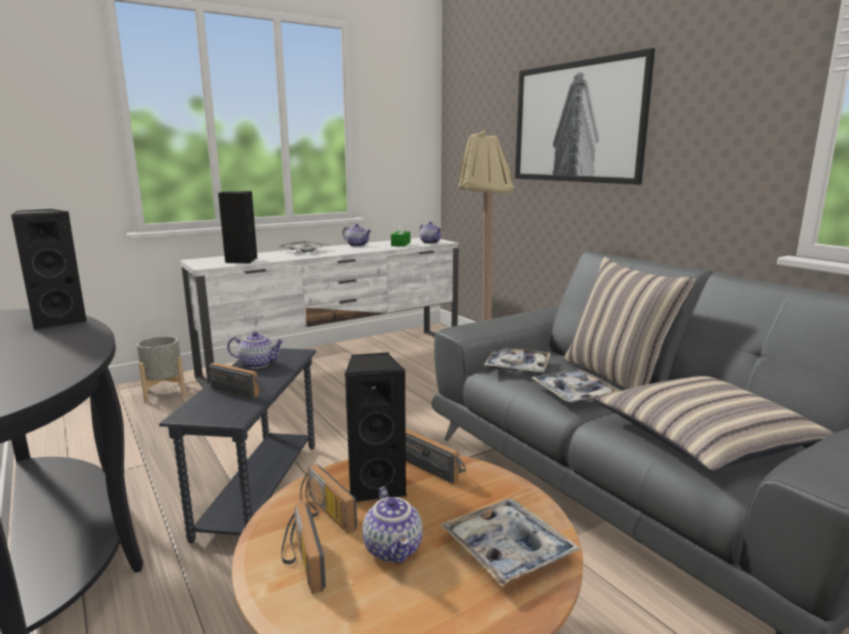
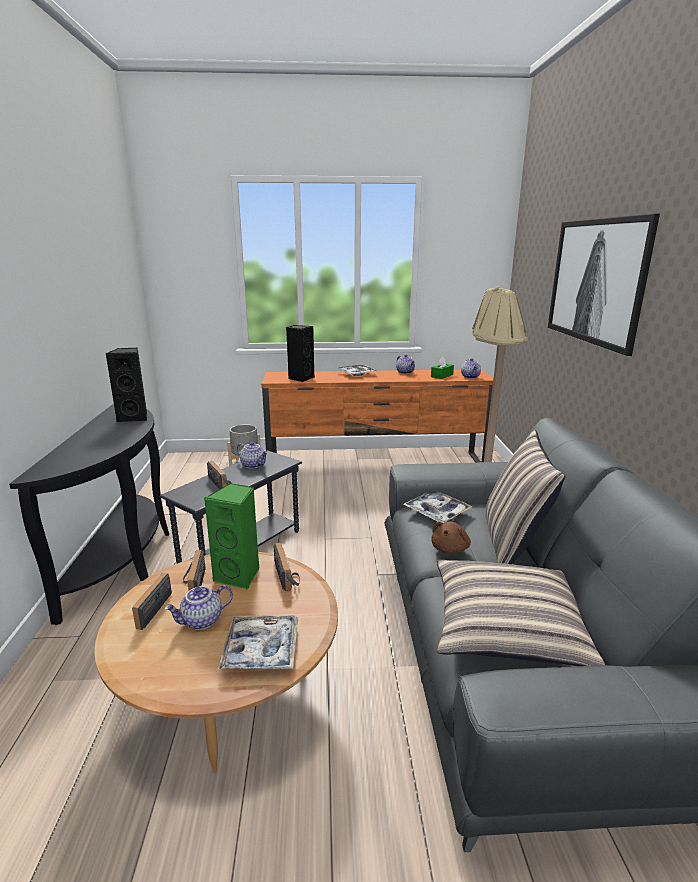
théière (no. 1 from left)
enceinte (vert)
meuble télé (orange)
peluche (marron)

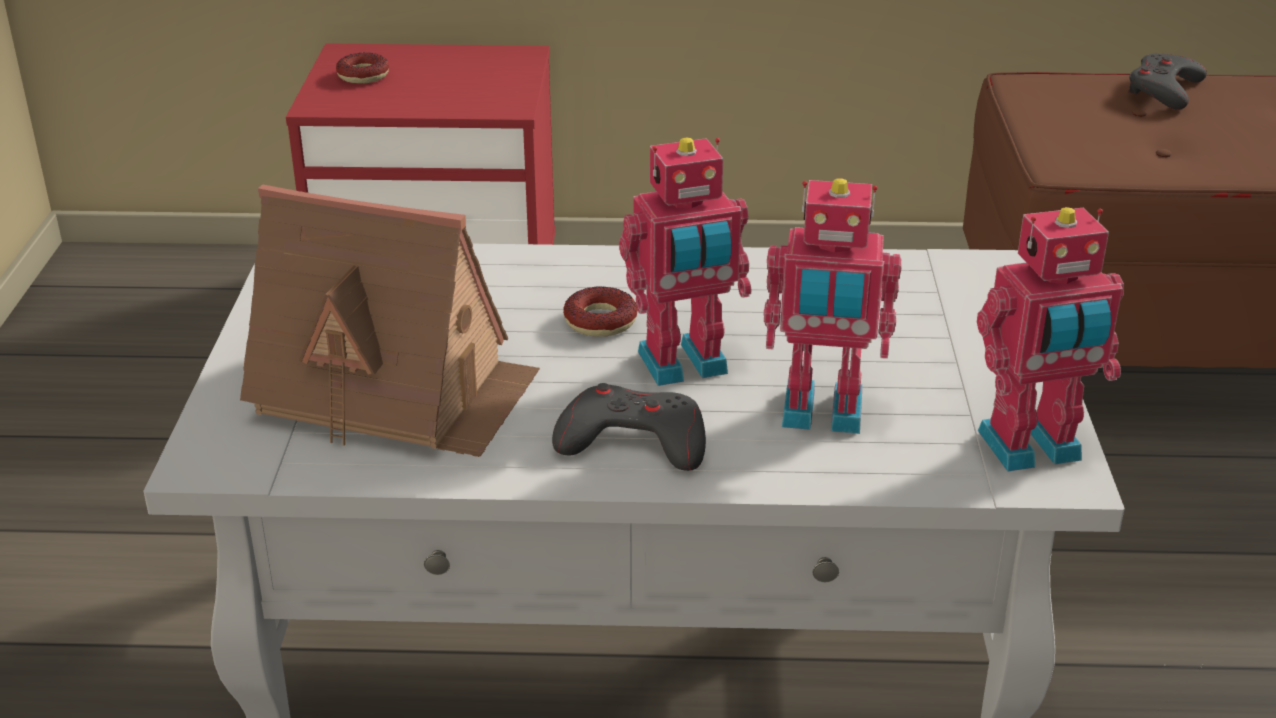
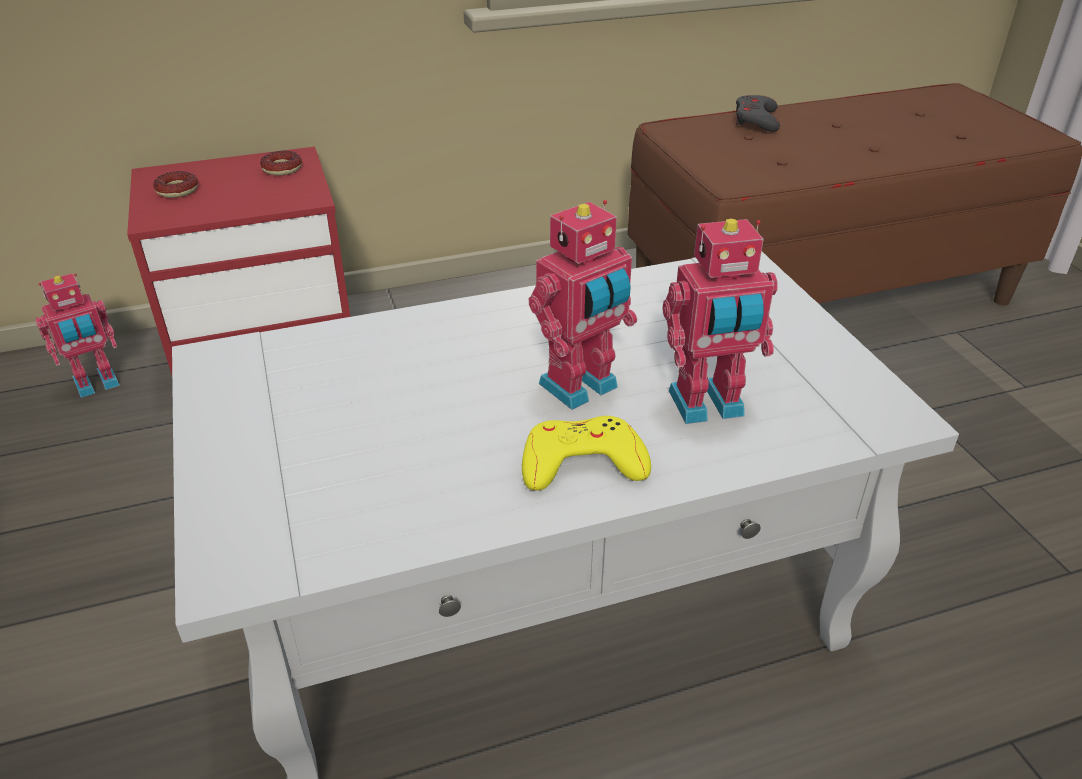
robot jouet (no. 1 from left)
beignet (no. 2 from left)
manette (jaune)
maison miniature

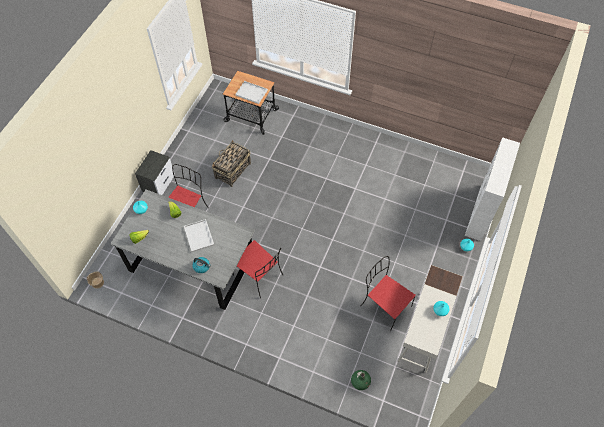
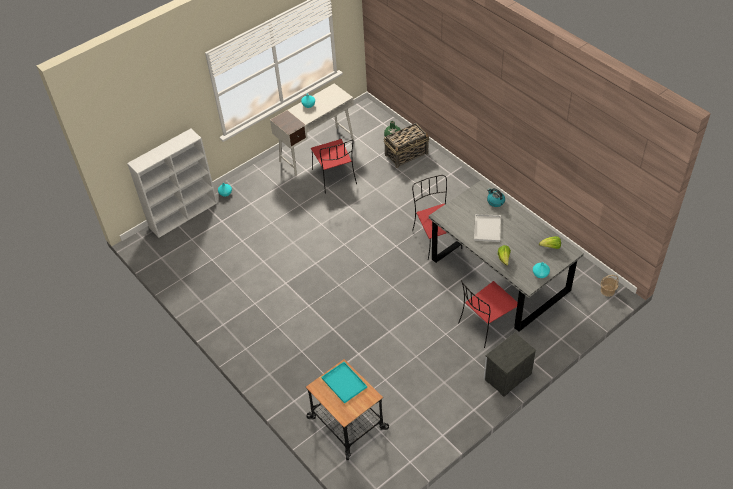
plateau (turquoise)
panier (no. 1 from left)

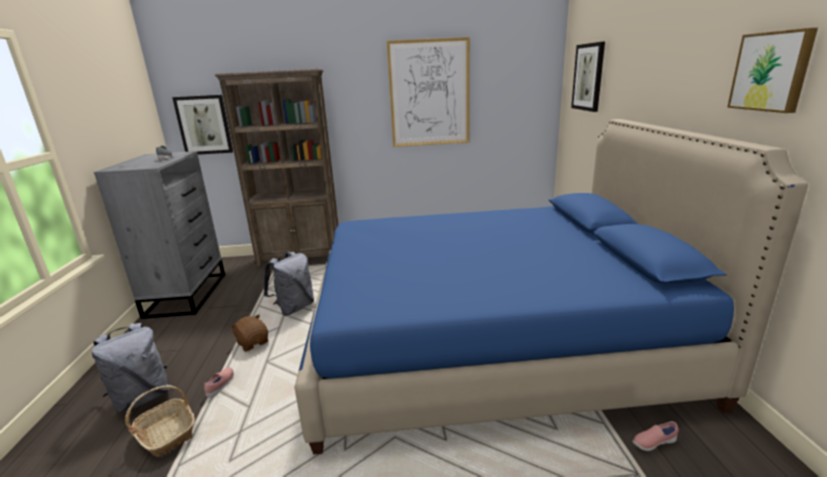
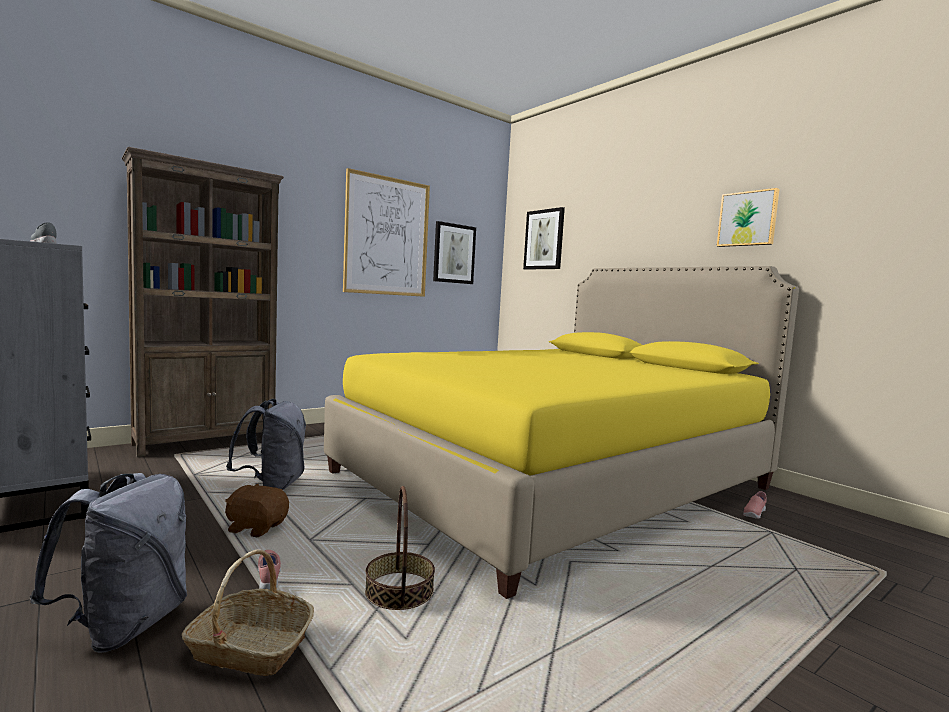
lit (jaune)
panier (no. 2 from left)
tableau (no. 2 from left)

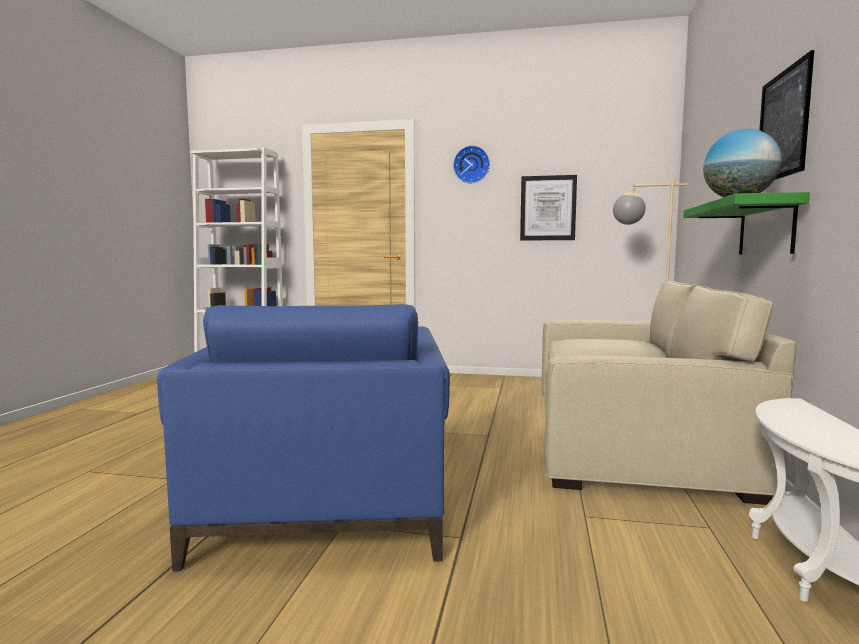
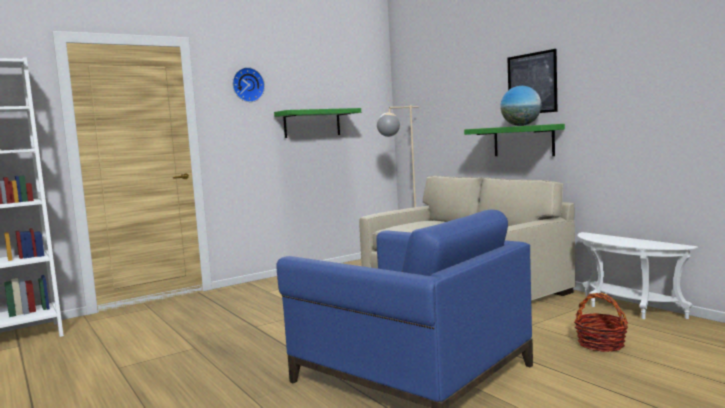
étagère (vert) (no. 1 from left)
panier

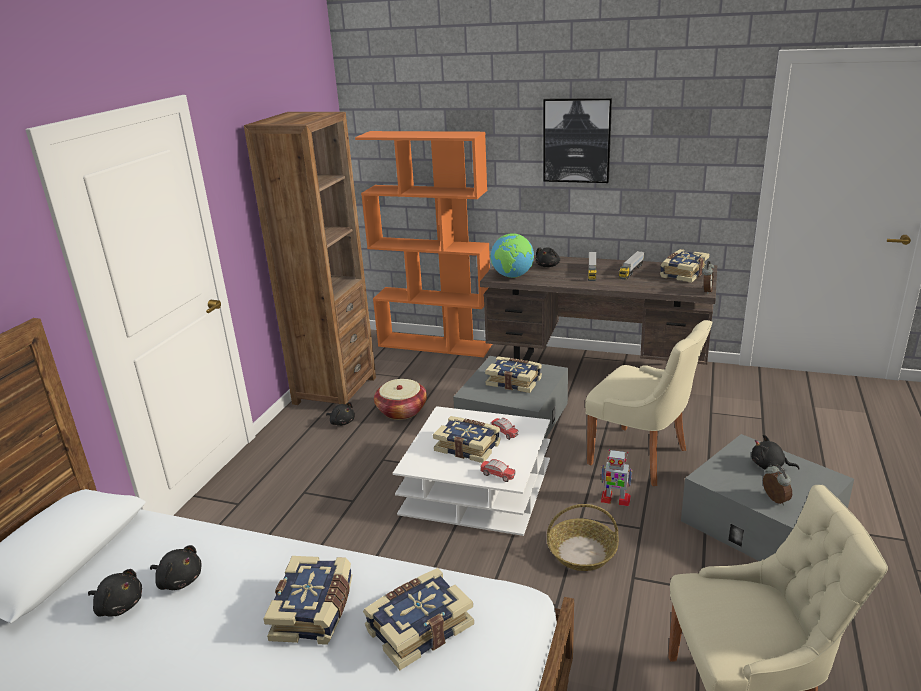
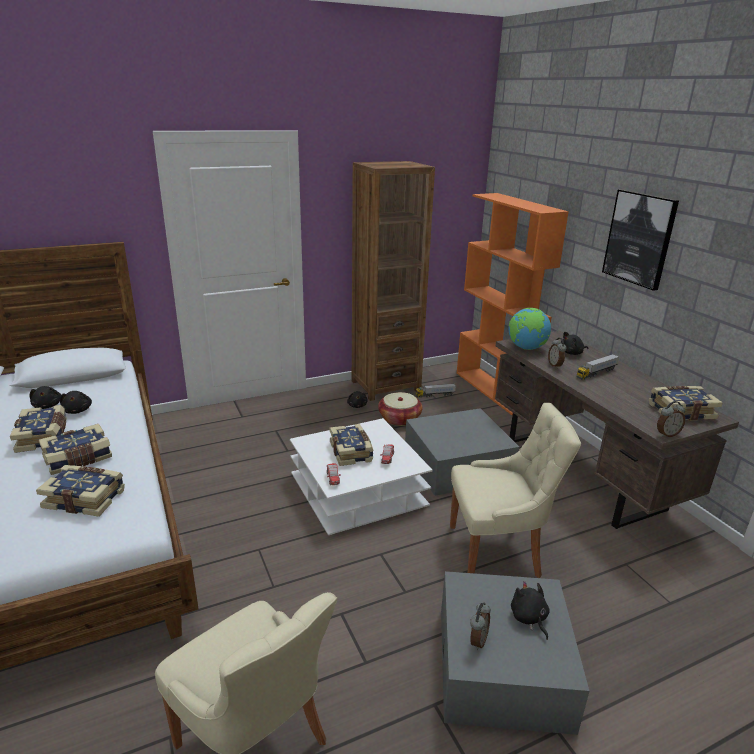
livre (no. 1 from left)
camion jouet (no. 1 from left)
chaise (beige) (no. 2 from left)
réveil (no. 2 from left)
panier (no. 2 from left in the first image)
robot jouet

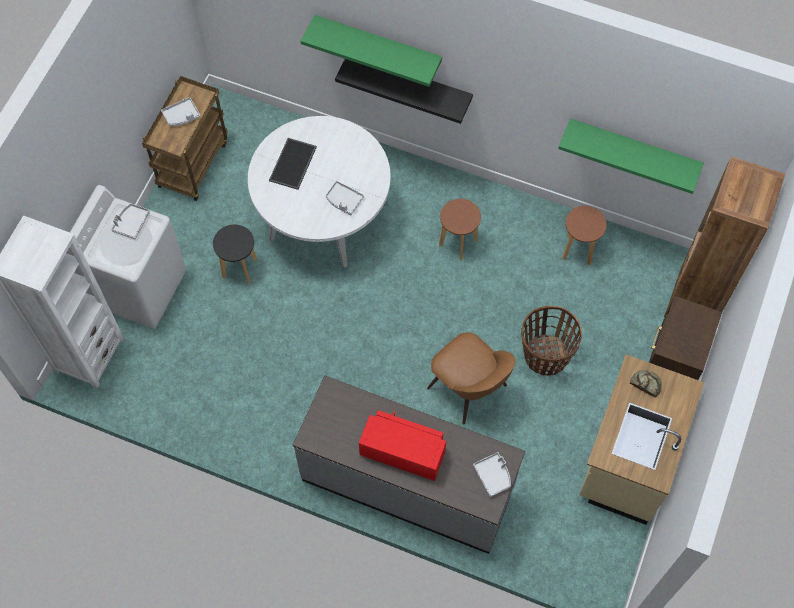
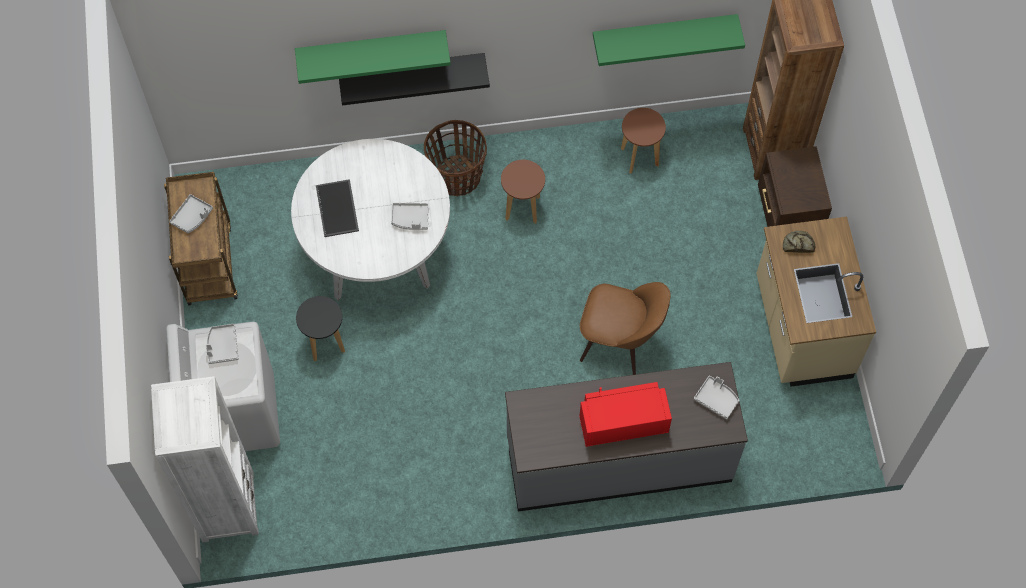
panier

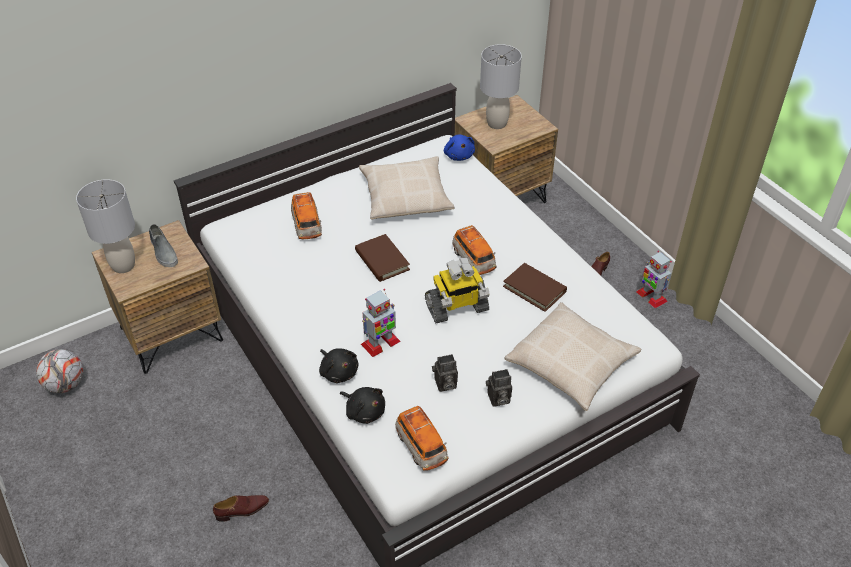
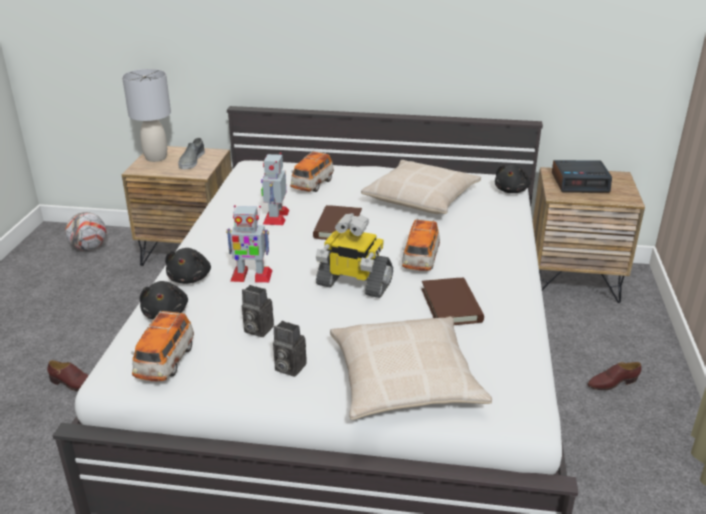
robot jouet (no. 2 from left)
peluche (noir) (no. 3 from left)
réveil

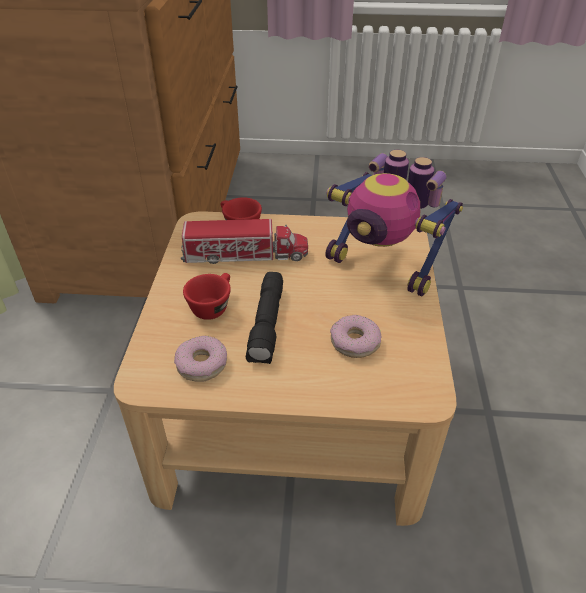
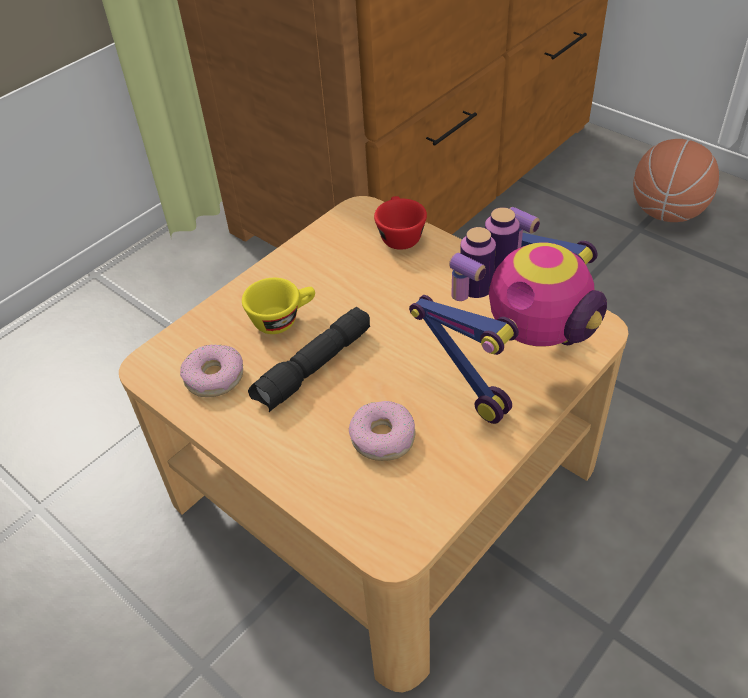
tasse (jaune)
robot jouet
ballon de basket
camion jouet

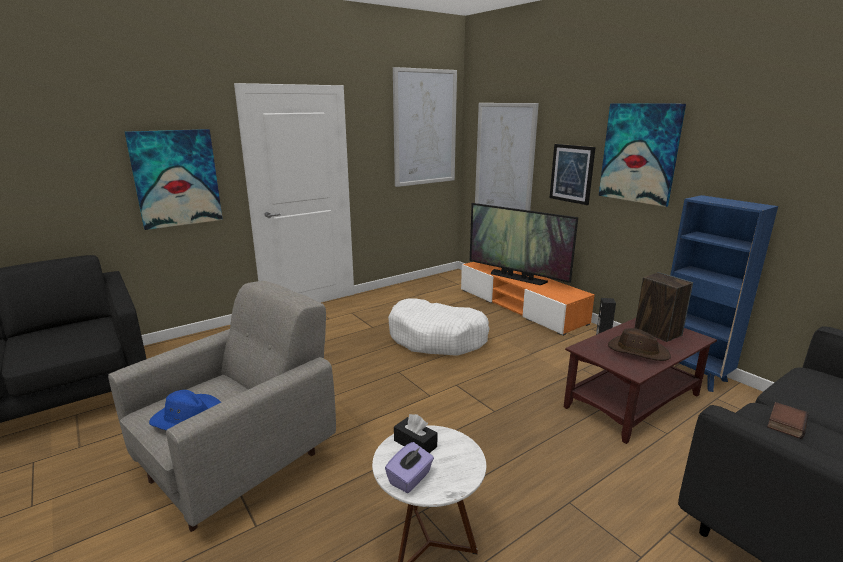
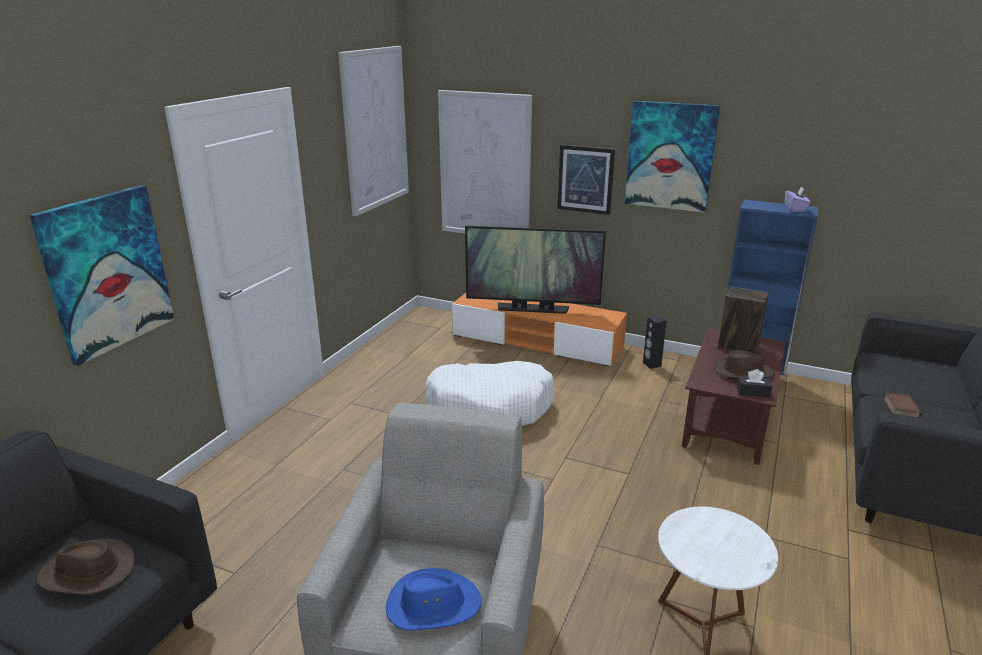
chapeau (marron) (no. 1 from left)
boîte à mouchoirs (noir)
boîte à mouchoirs (violet)

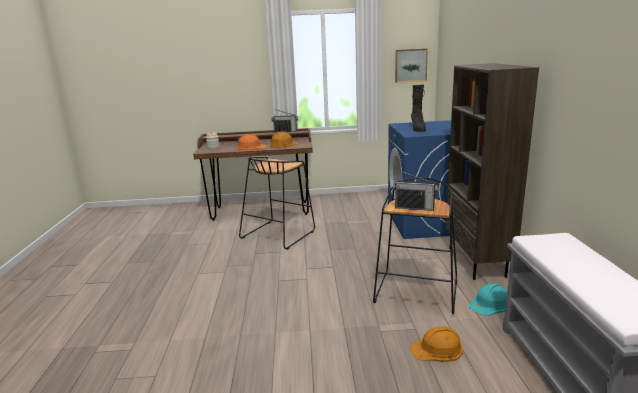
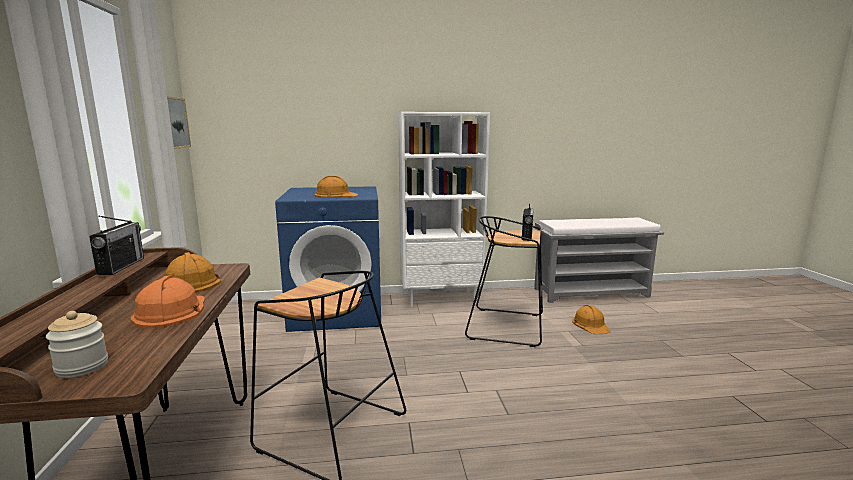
casque de chantier (orange) (no. 3 from left)
bibliothèque (blanc)
casque de chantier (turquoise)

